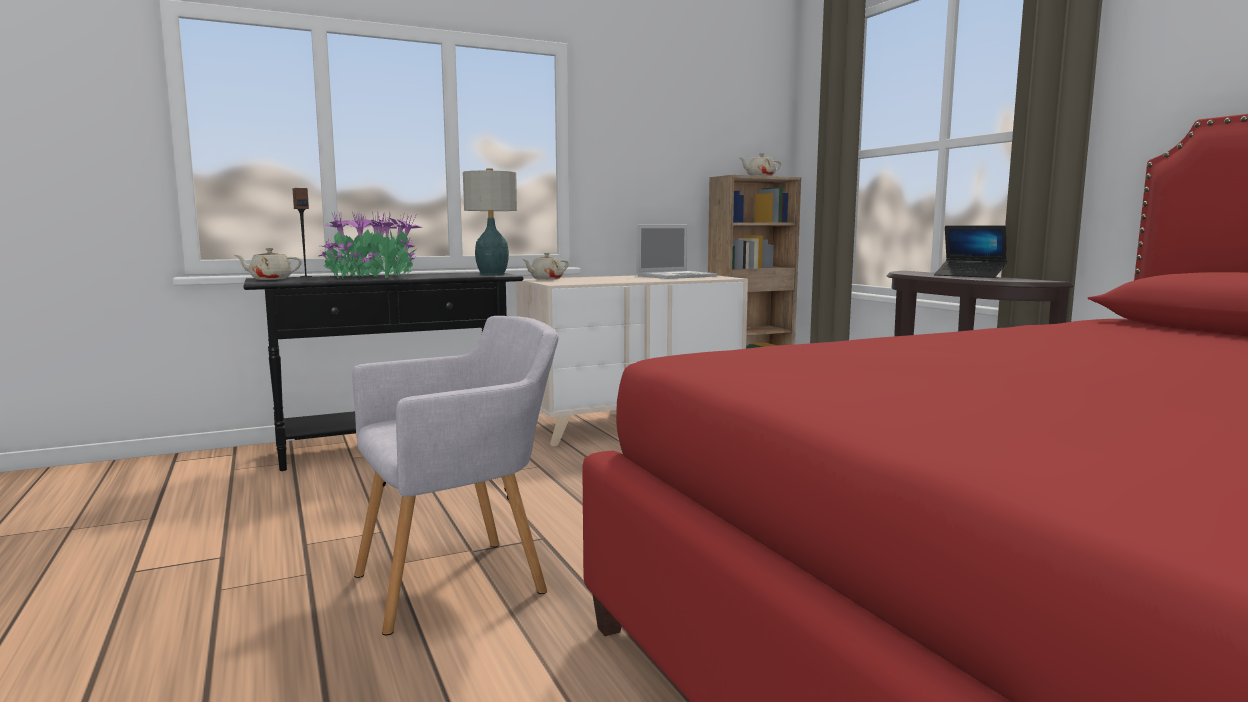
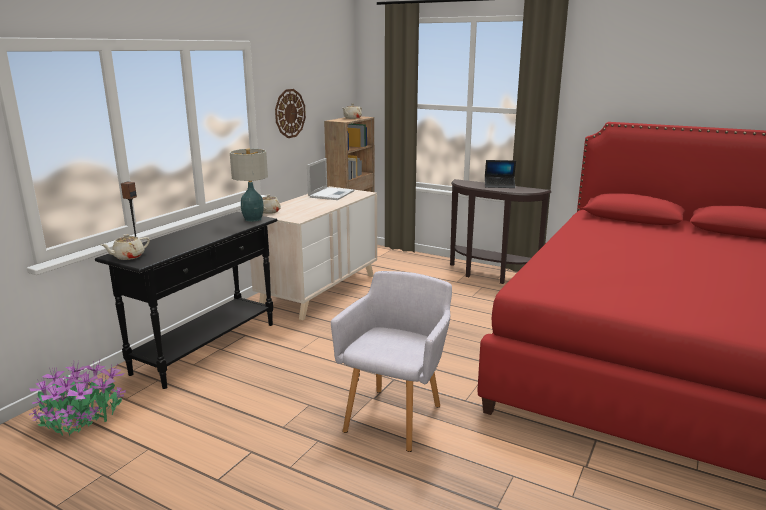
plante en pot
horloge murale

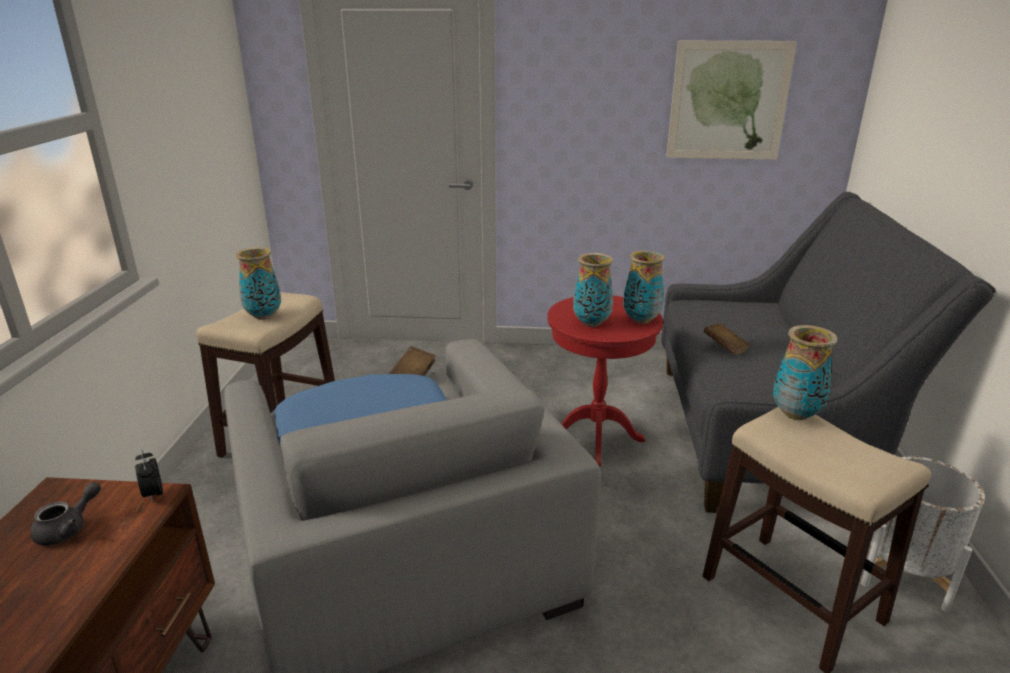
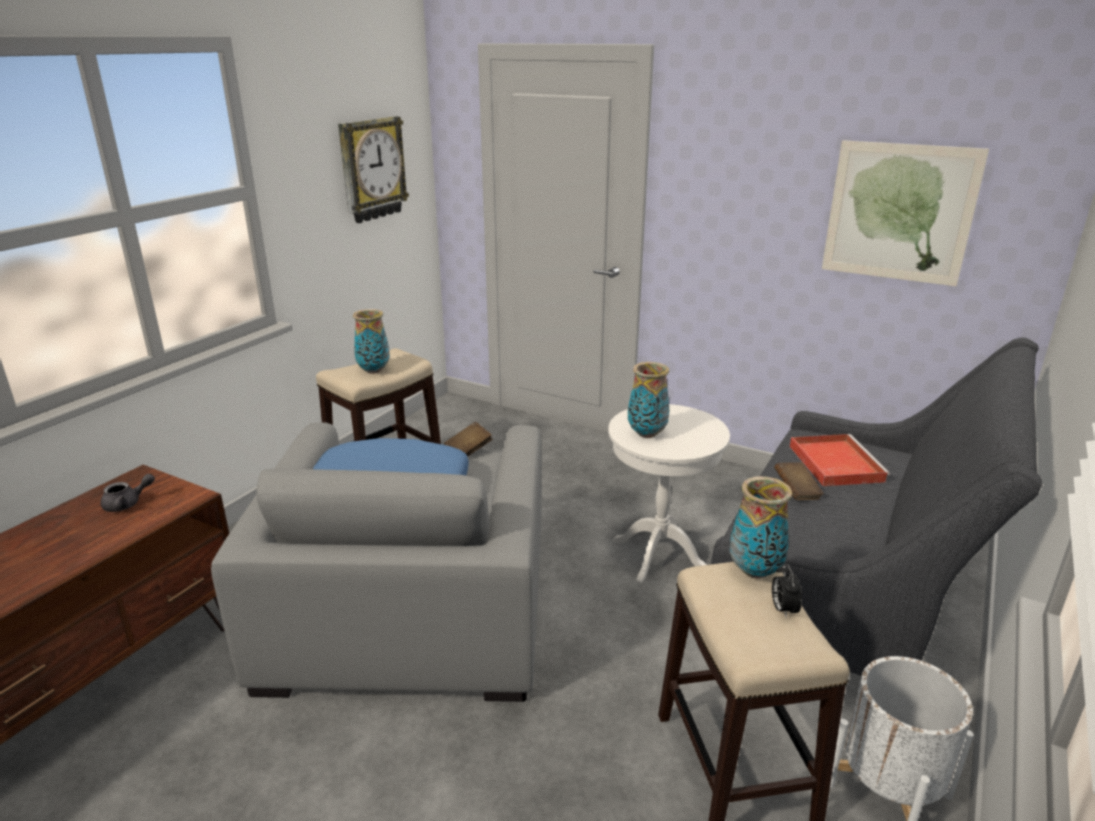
horloge murale
table d'appoint (blanc)
réveil
plateau (rouge)
vase (no. 3 from left in the first image)

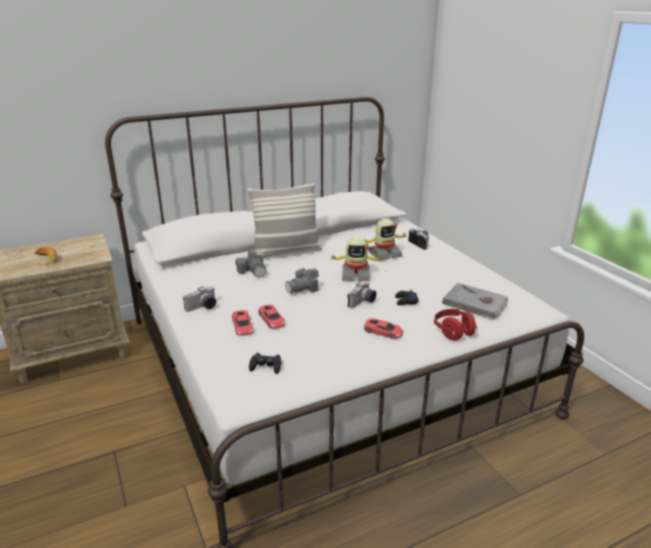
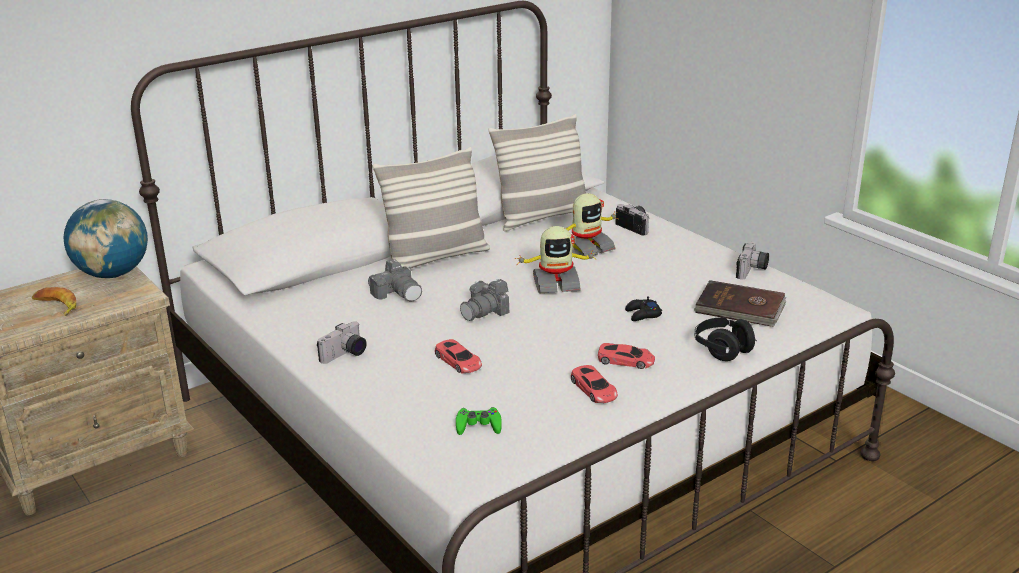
globe
manette (vert)
coussin (no. 2 from left)
petite voiture (rouge) (no. 2 from left)
livre (marron)
casque audio (noir)
appareil photo (no. 5 from left)

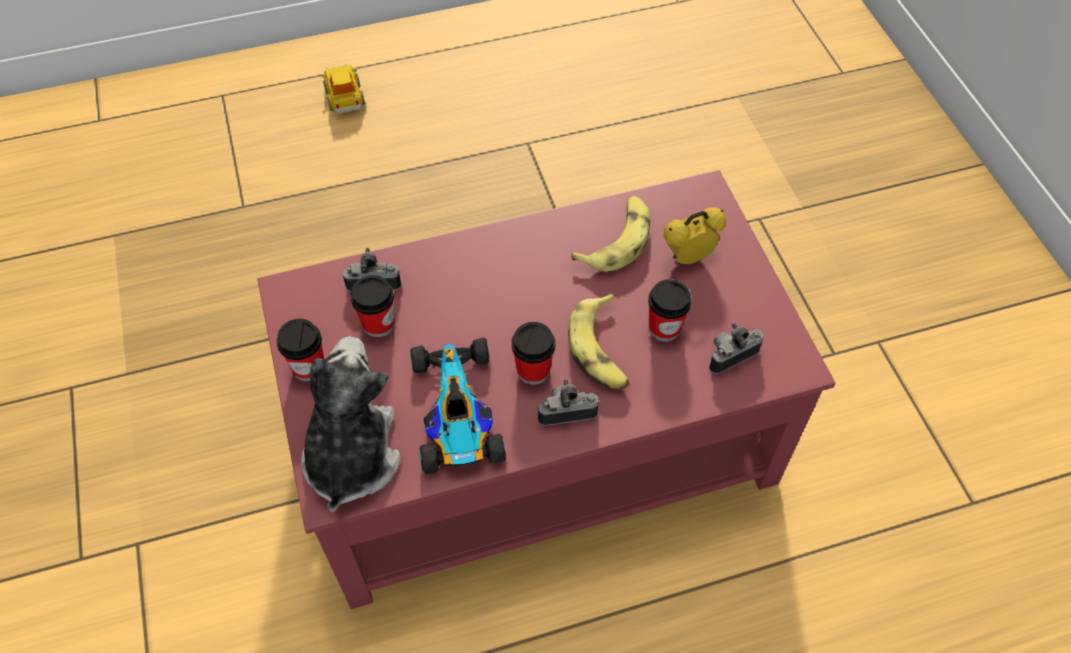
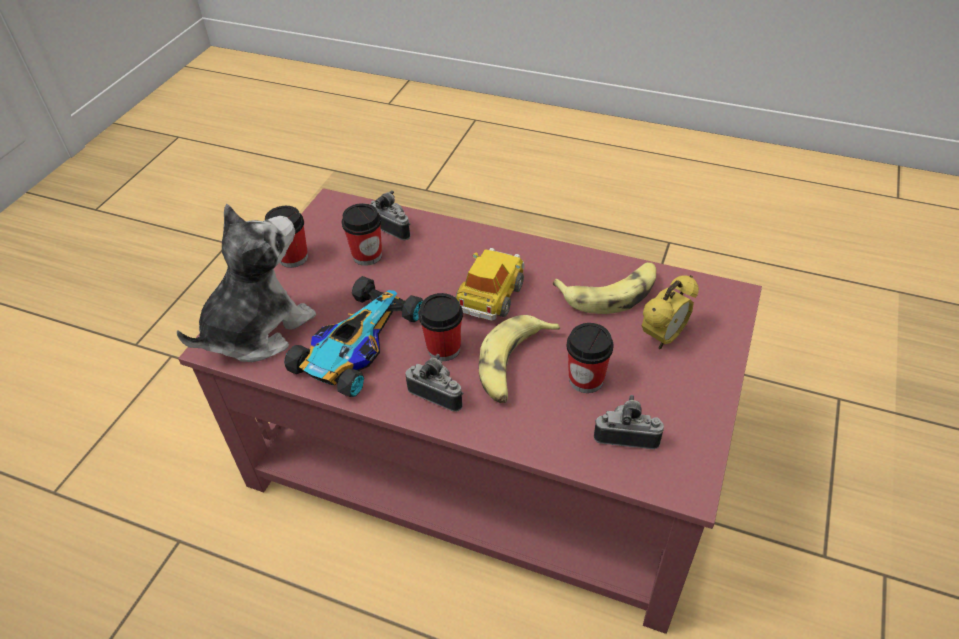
petite voiture (no. 2 from left)
réveil

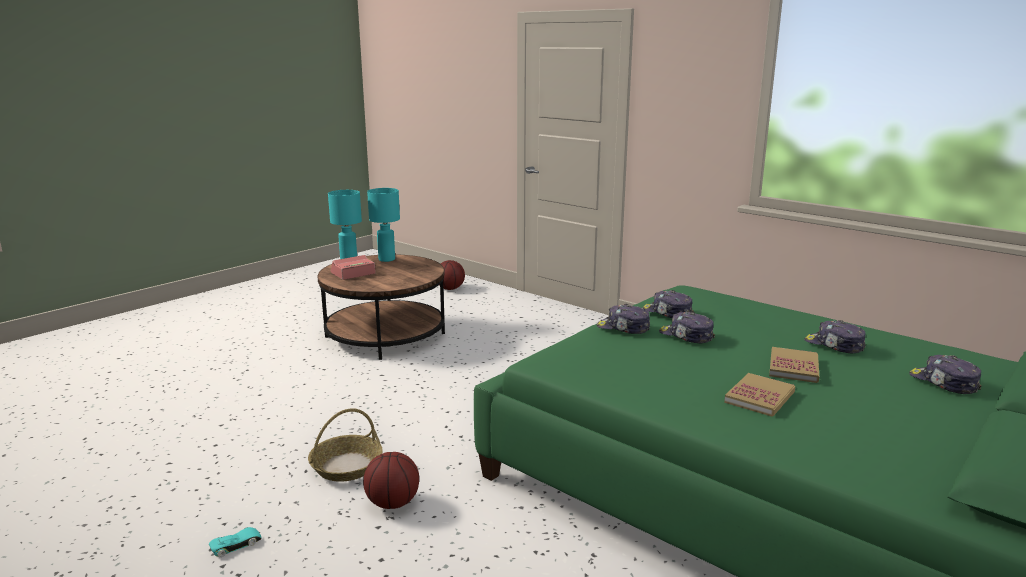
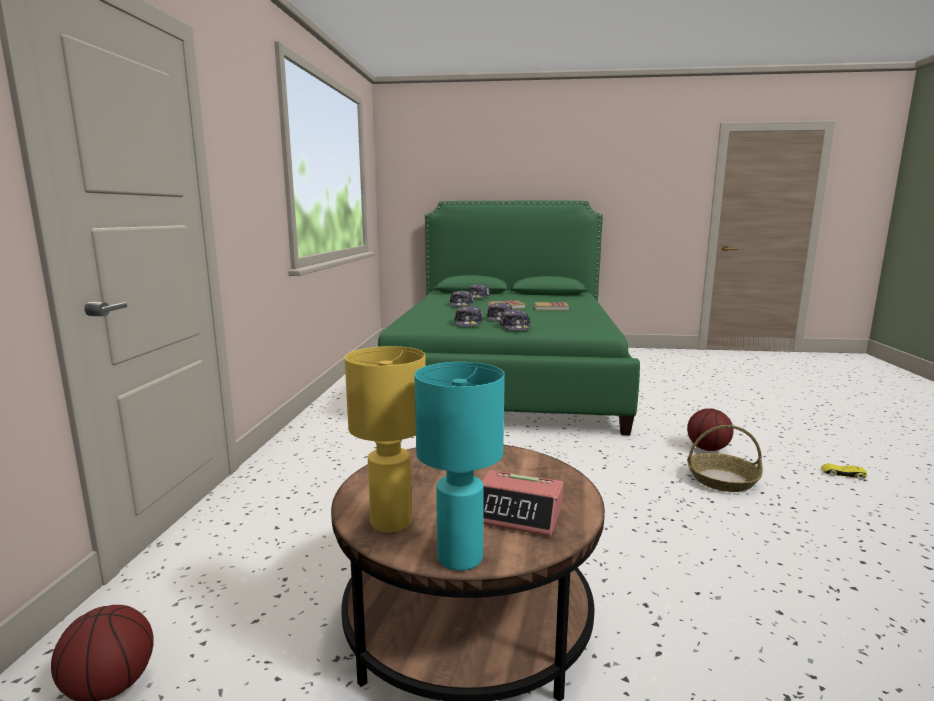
lampe de table (jaune)
petite voiture (jaune)

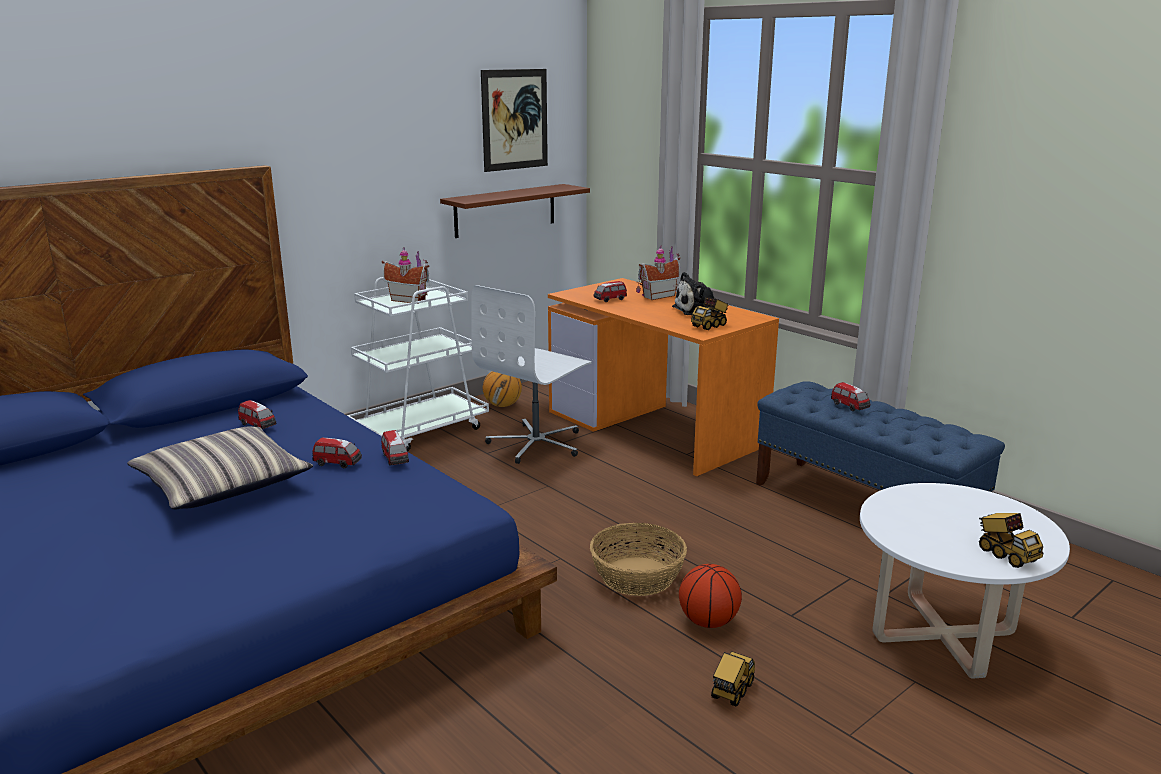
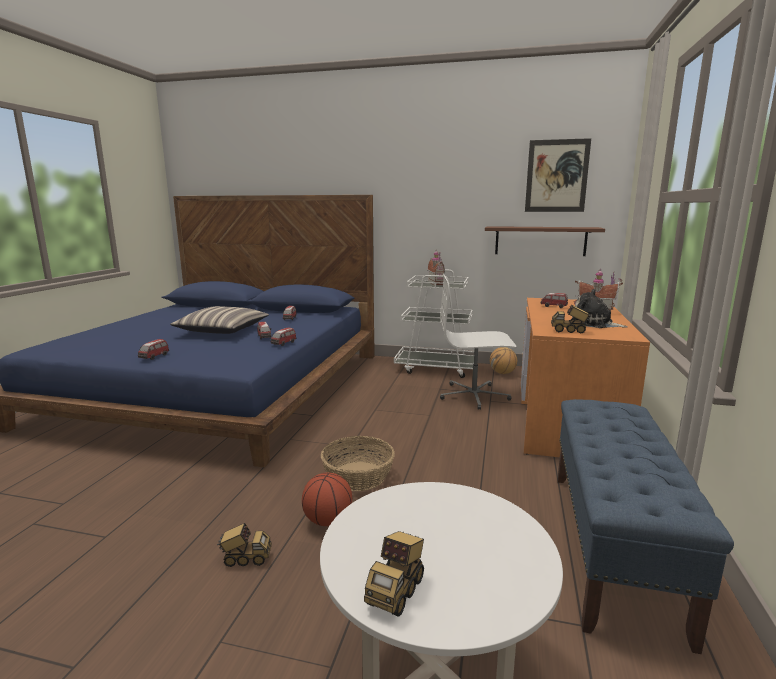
petite voiture (no. 1 from left)

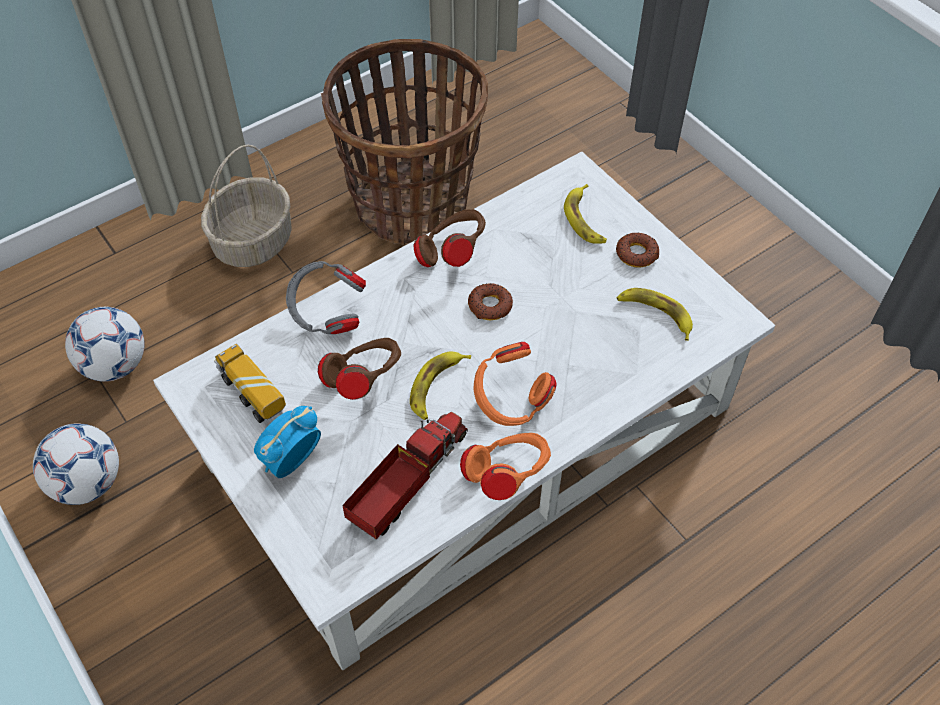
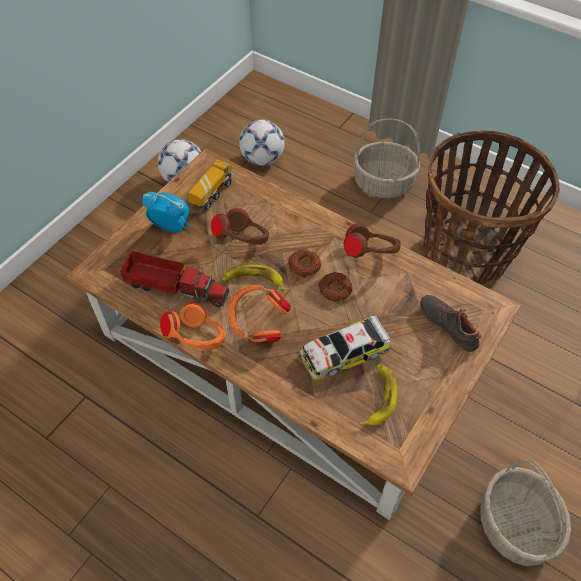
table basse (marron)
beignet (no. 1 from left)
petite voiture
chaussure (noir)
panier (no. 3 from left)
casque audio (gris)

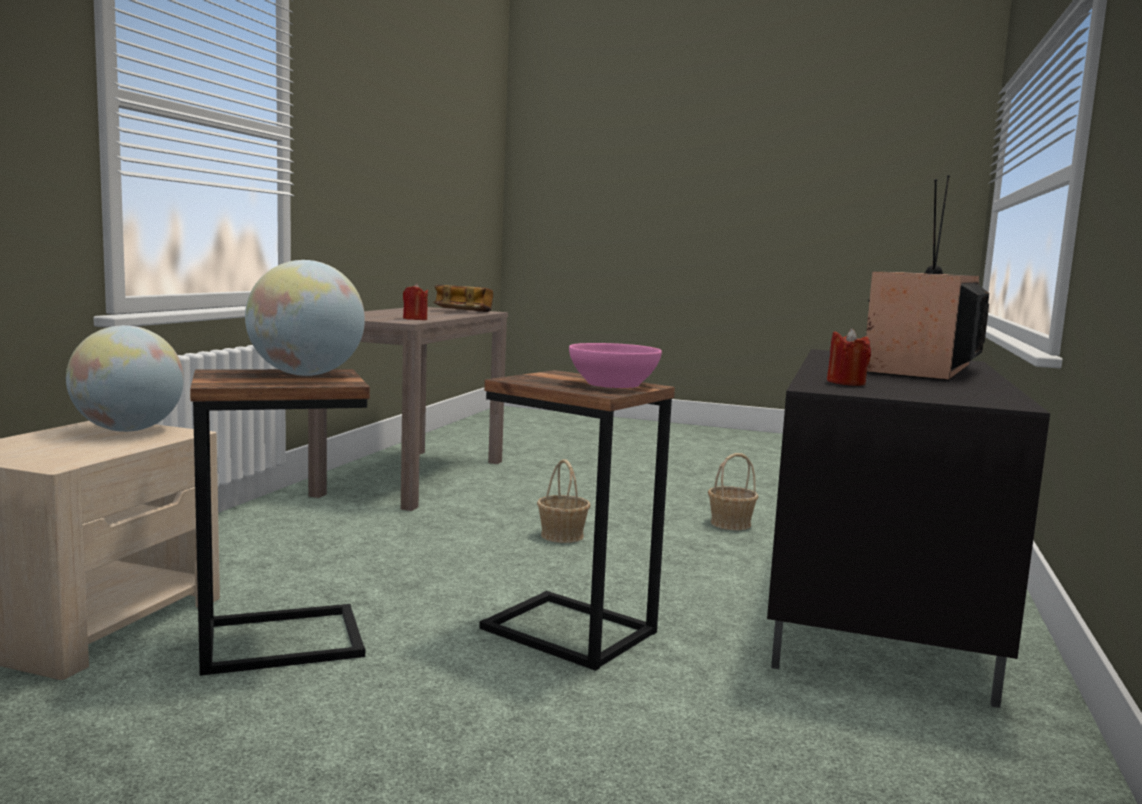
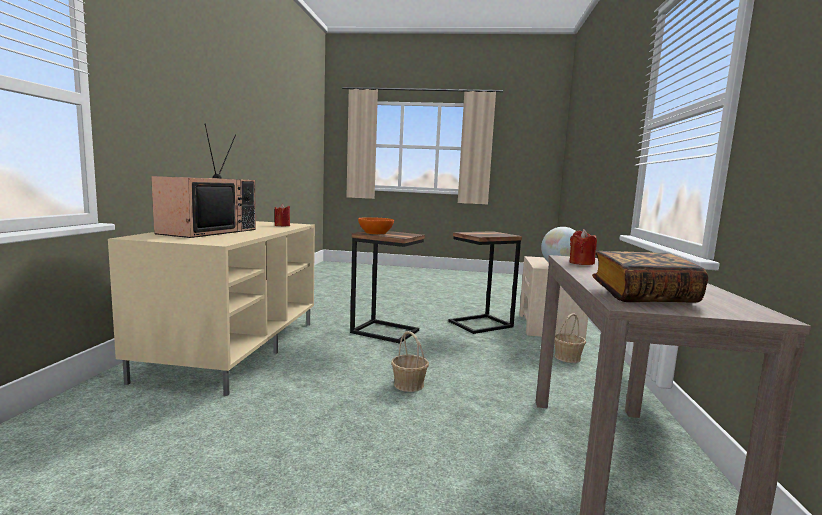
meuble télé (beige)
bol (orange)
panier (no. 2 from left)
globe (no. 2 from left in the first image)

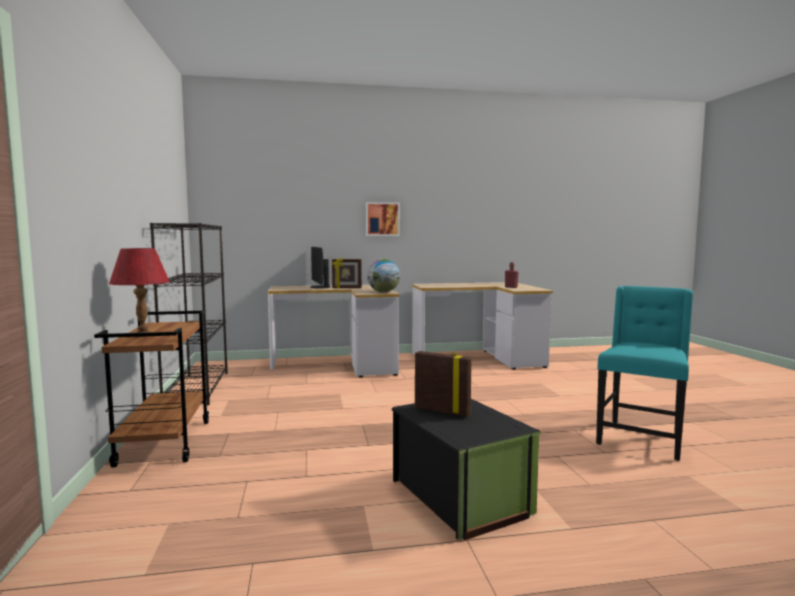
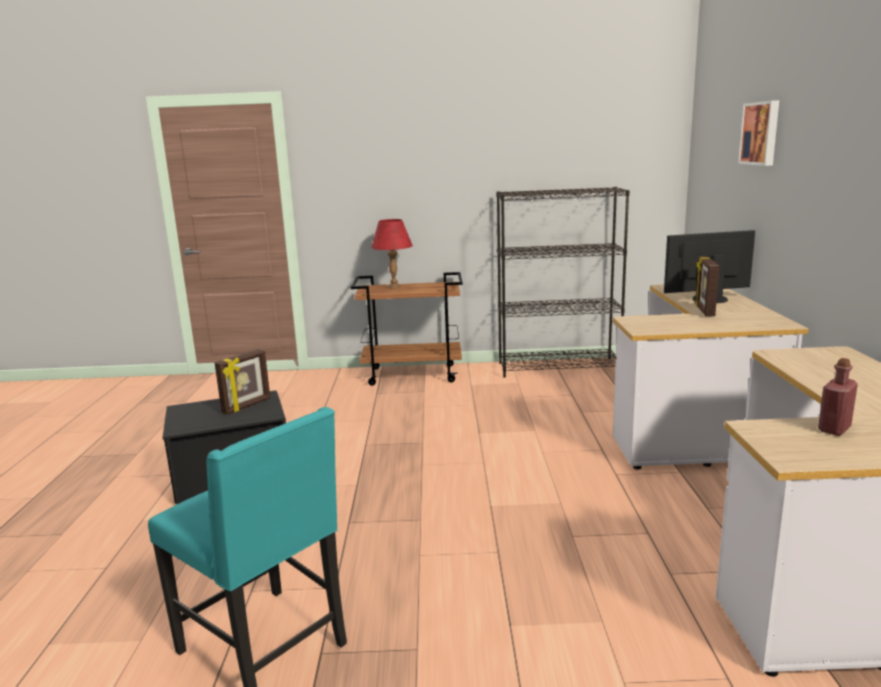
tableau
globe

